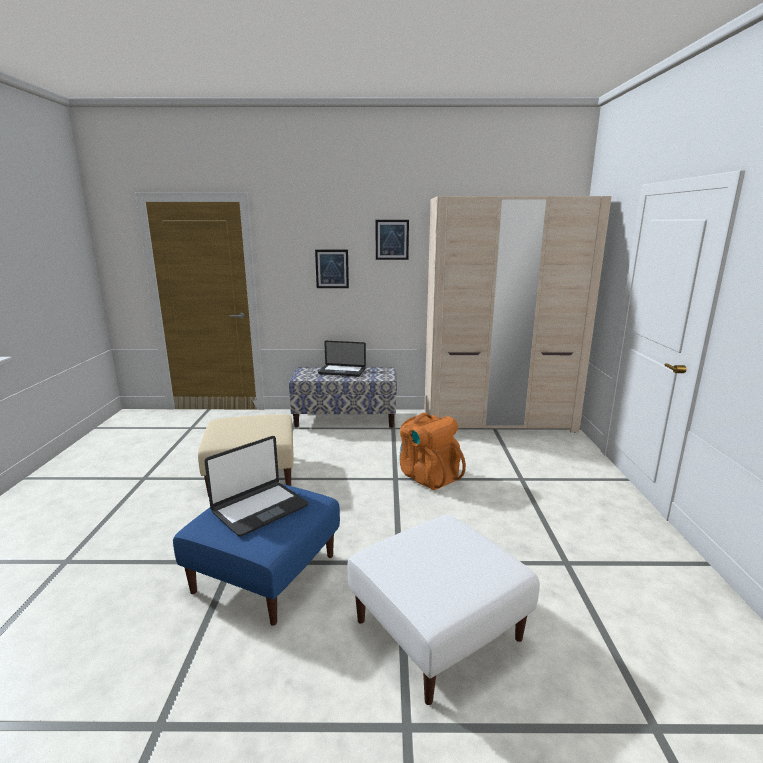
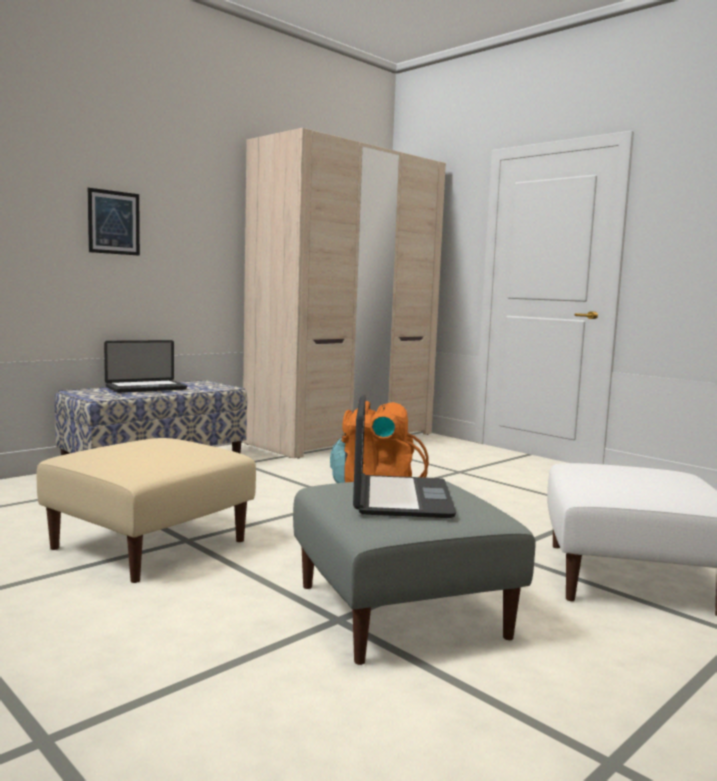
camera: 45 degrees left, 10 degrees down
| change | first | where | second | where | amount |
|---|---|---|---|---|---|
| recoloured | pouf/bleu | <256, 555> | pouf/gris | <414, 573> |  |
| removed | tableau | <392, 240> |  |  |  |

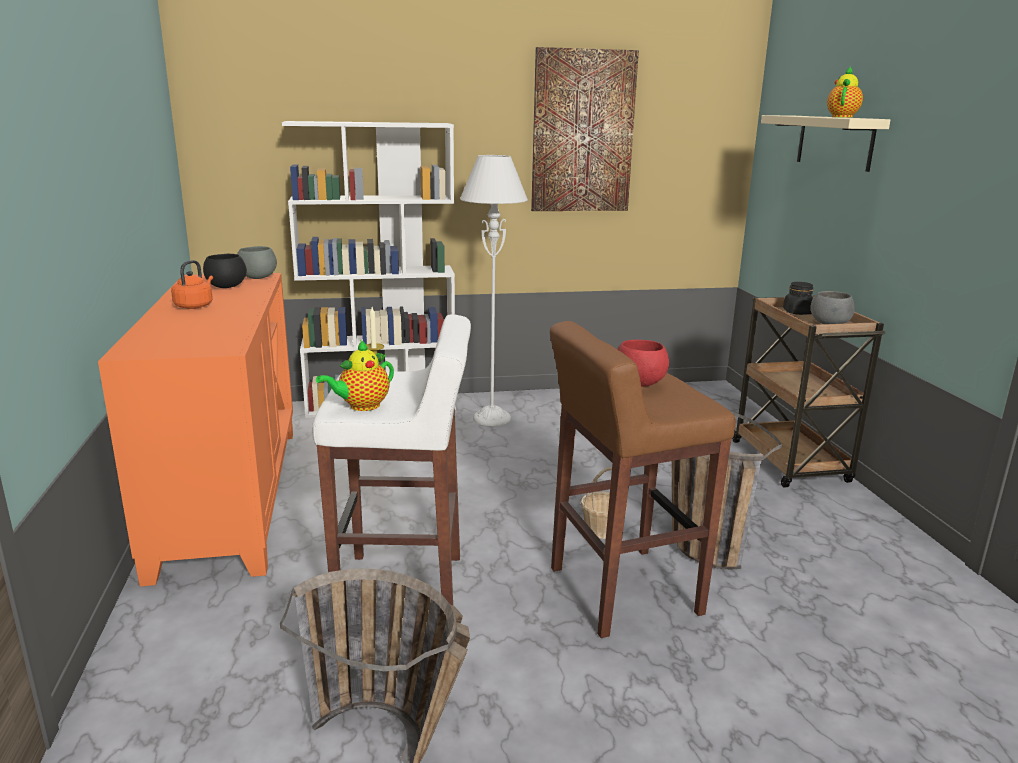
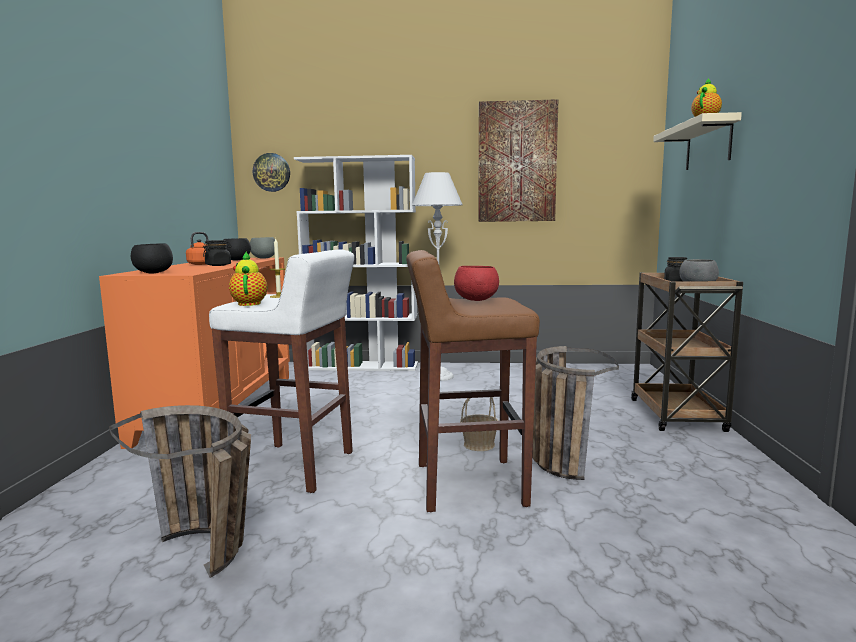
camera: 15 degrees right, 10 degrees down
| change | first | where | second | where | amount |
|---|---|---|---|---|---|
| added |  |  | bol/noir | <152, 258> |  |
| added |  |  | bocal/noir | <217, 253> |  |
| turned | théière | <355, 375> |  | <248, 278> | 105 degrees clockwise |
| added |  |  | horloge murale | <271, 172> |  |

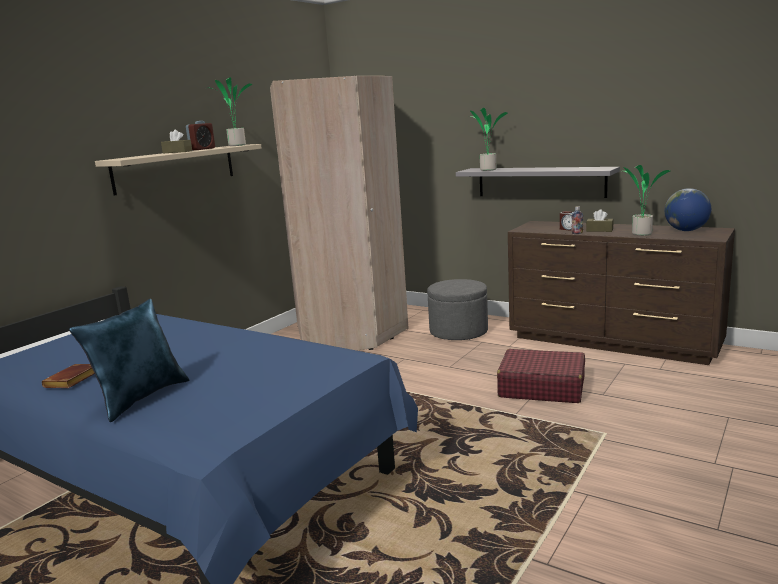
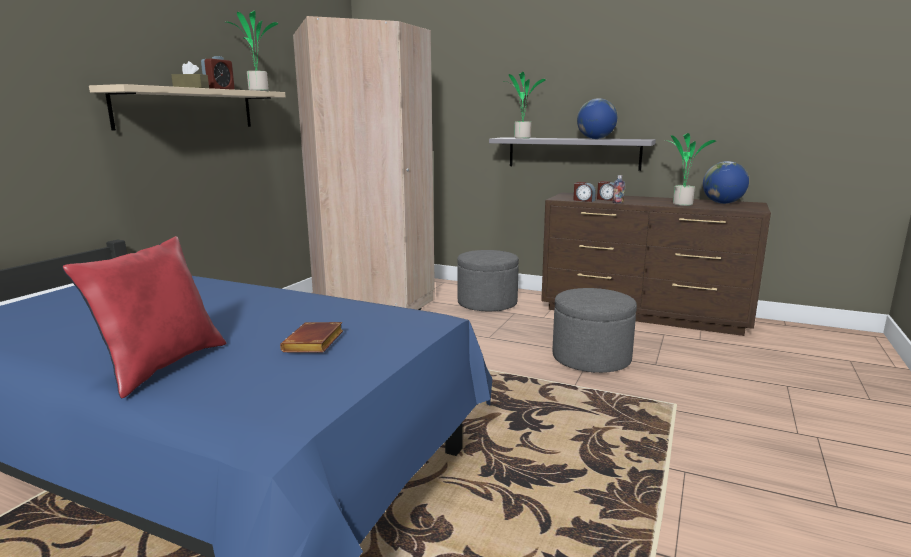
camera: 10 degrees left, 0 degrees up
| change | first | where | second | where | amount |
|---|---|---|---|---|---|
| recoloured | coussin/bleu | <129, 360> | coussin/rouge | <144, 317> |  |
| moved | livre/marron | <68, 376> |  | <311, 337> |  |
| replaced | valise/rouge | <541, 376> | pouf/gris | <595, 330> |  |
| added |  |  | réveil | <584, 192> |  |
| added |  |  | globe | <597, 118> |  |
| removed | boîte à mouchoirs/marron | <600, 220> |  |  |  |

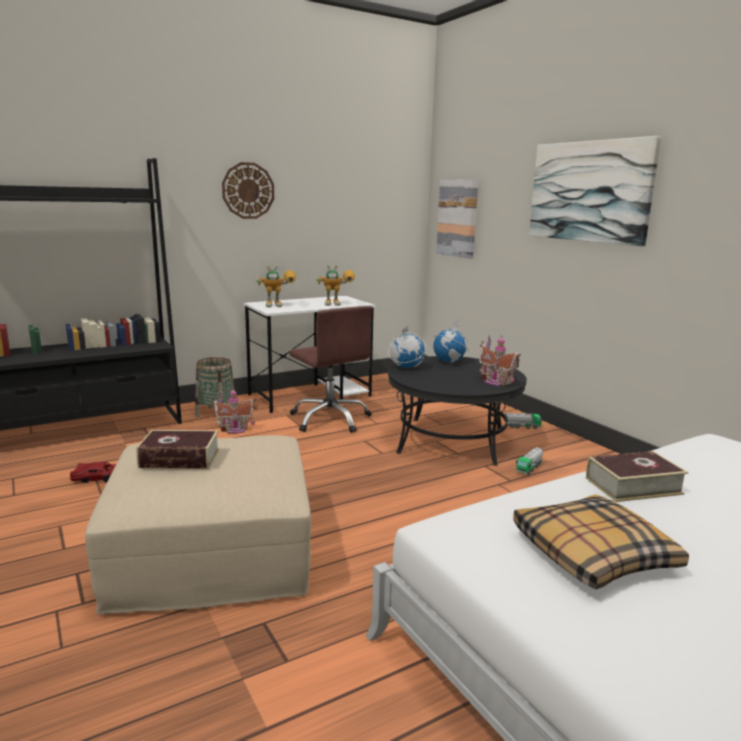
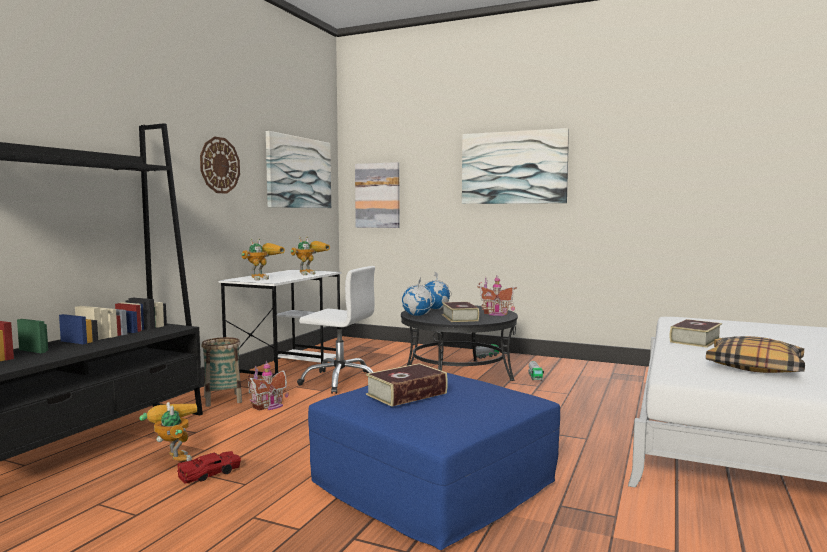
camera: 35 degrees left, 10 degrees down
| change | first | where | second | where | amount |
|---|---|---|---|---|---|
| added |  |  | robot jouet | <168, 431> |  |
| added |  |  | tableau | <298, 169> |  |
| recoloured | chaise de bureau/marron | <331, 369> | chaise de bureau/blanc | <336, 330> |  |
| recoloured | pouf/beige | <198, 524> | pouf/bleu | <434, 461> |  |
| added |  |  | livre | <460, 312> |  |

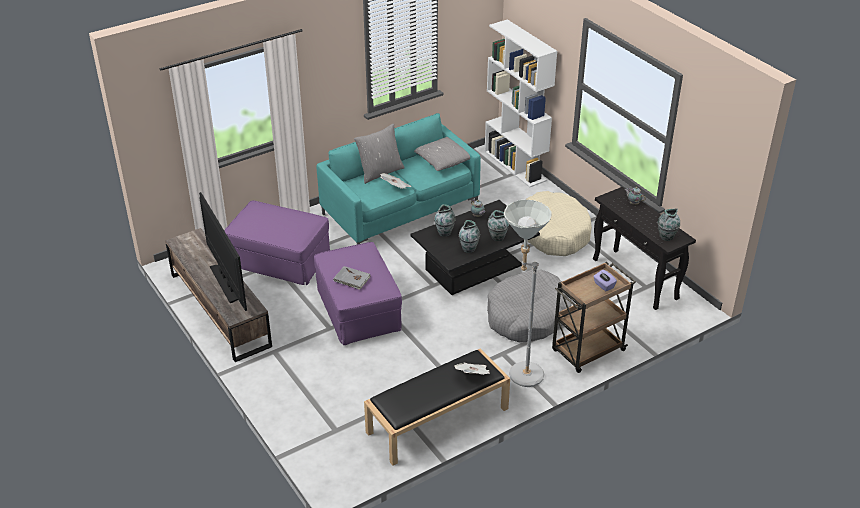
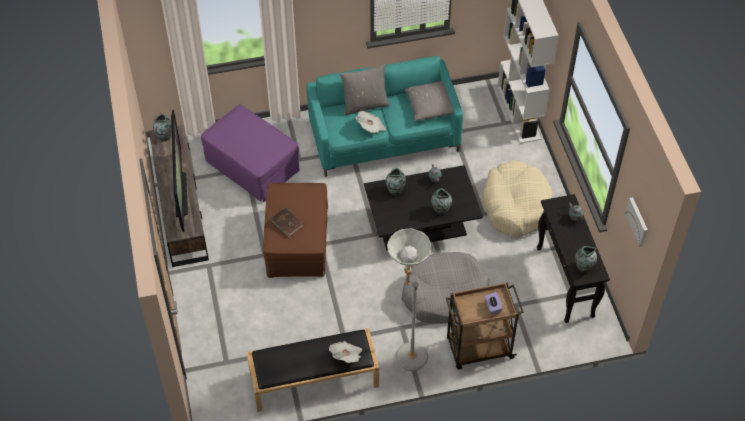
camera: 20 degrees right, 15 degrees up
| change | first | where | second | where | amount |
|---|---|---|---|---|---|
| moved | vase | <469, 236> |  | <162, 127> |  |
| recoloured | pouf/violet | <358, 293> | pouf/marron | <295, 230> |  |
| recoloured | livre/gris | <351, 278> | livre/marron | <287, 222> |  |
| added |  |  | tableau | <636, 222> |  |

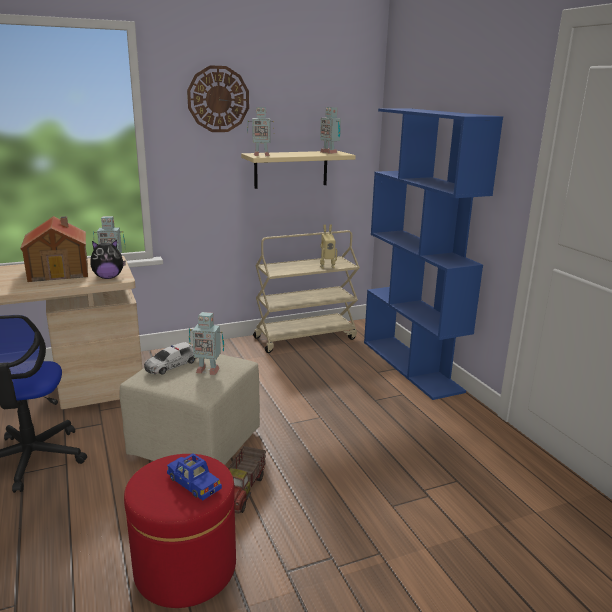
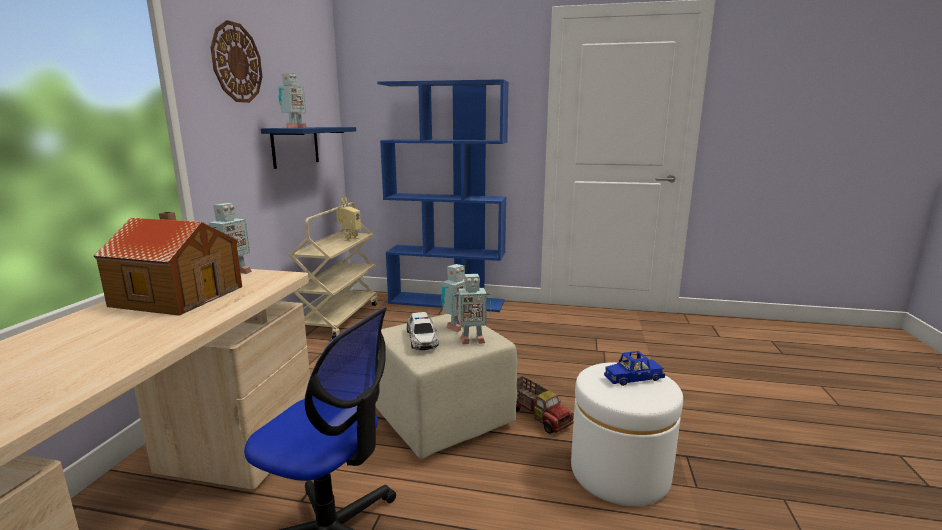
camera: 55 degrees left, 5 degrees down
| change | first | where | second | where | amount |
|---|---|---|---|---|---|
| recoloured | étagère/beige | <298, 170> | étagère/bleu | <308, 148> |  |
| moved | robot jouet | <330, 130> |  | <471, 309> |  |
| recoloured | pouf/rouge | <180, 531> | pouf/blanc | <627, 434> |  |
| removed | peluche | <108, 259> |  |  |  |

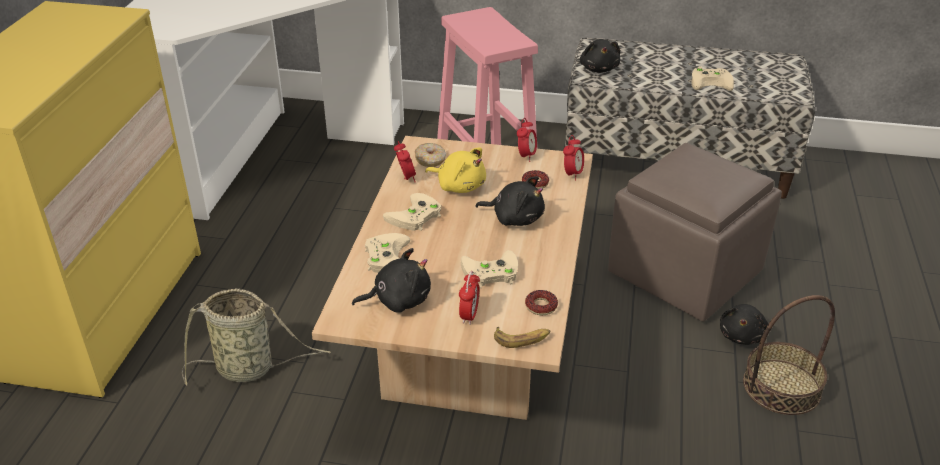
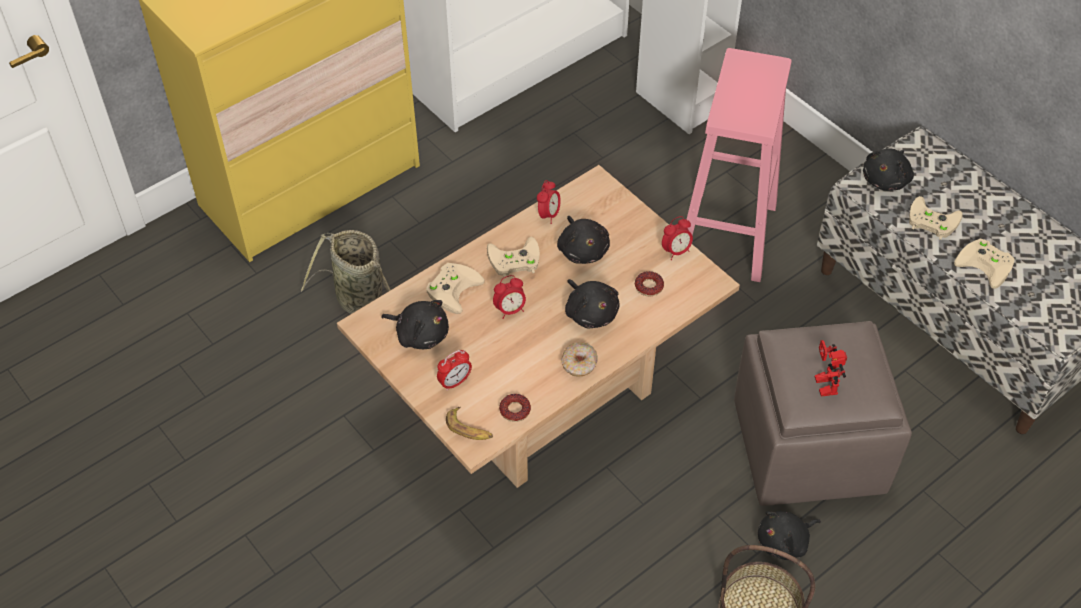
camera: 40 degrees right, 15 degrees up
| change | first | where | second | where | amount |
|---|---|---|---|---|---|
| moved | réveil | <573, 158> |  | <509, 297> |  |
| recoloured | peluche/jaune | <455, 170> | peluche/noir | <583, 240> |  |
| moved | beignet | <430, 155> |  | <579, 359> |  |
| added |  |  | robot jouet | <831, 368> |  |
| moved | manette/beige | <489, 269> |  | <936, 218> |  |

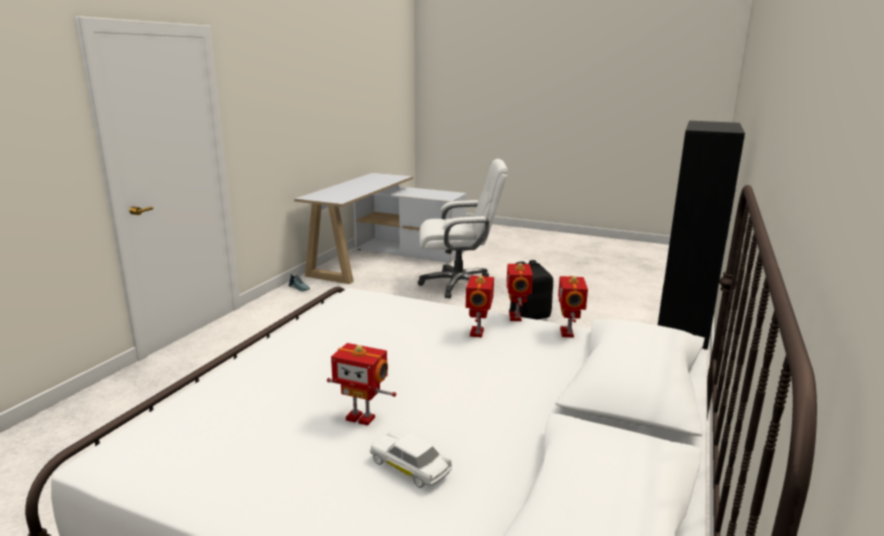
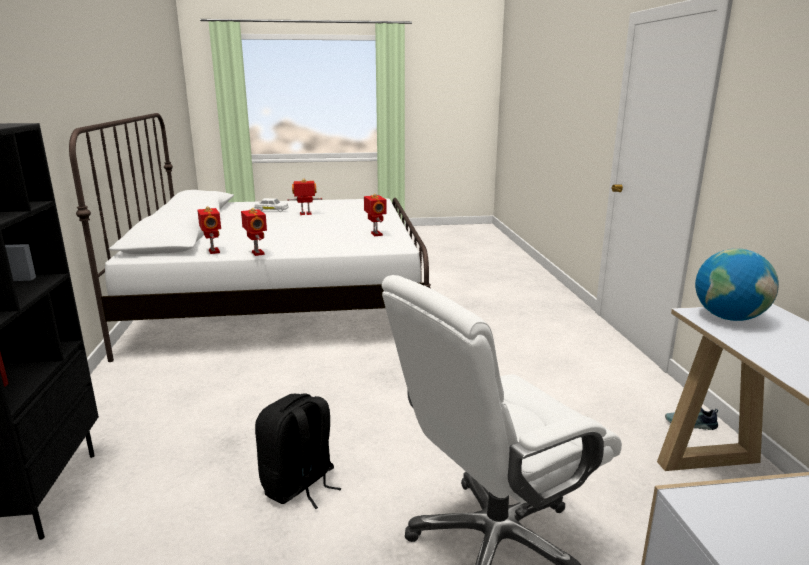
camera: 150 degrees right, 0 degrees up
| change | first | where | second | where | amount |
|---|---|---|---|---|---|
| moved | robot jouet | <479, 306> |  | <375, 214> |  |
| added |  |  | globe | <737, 285> |  |

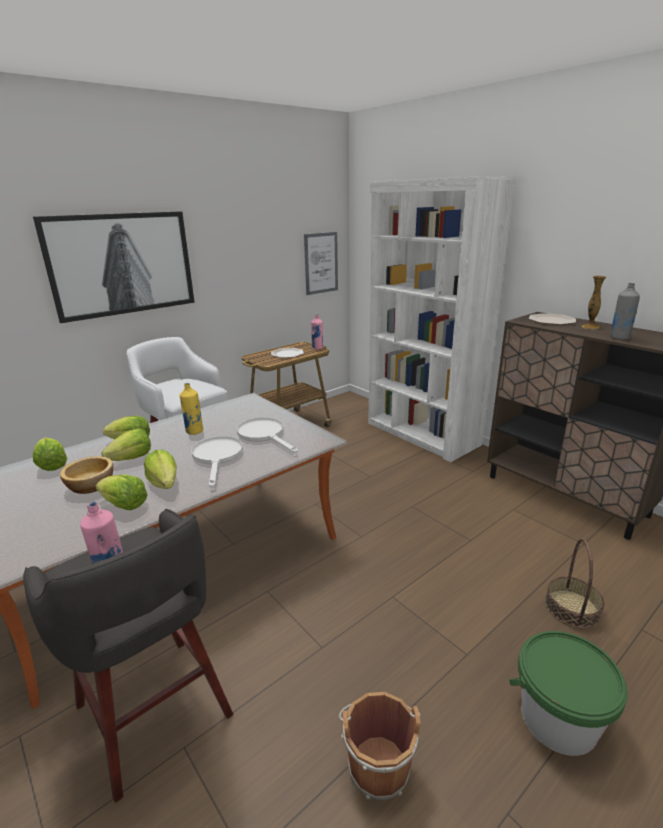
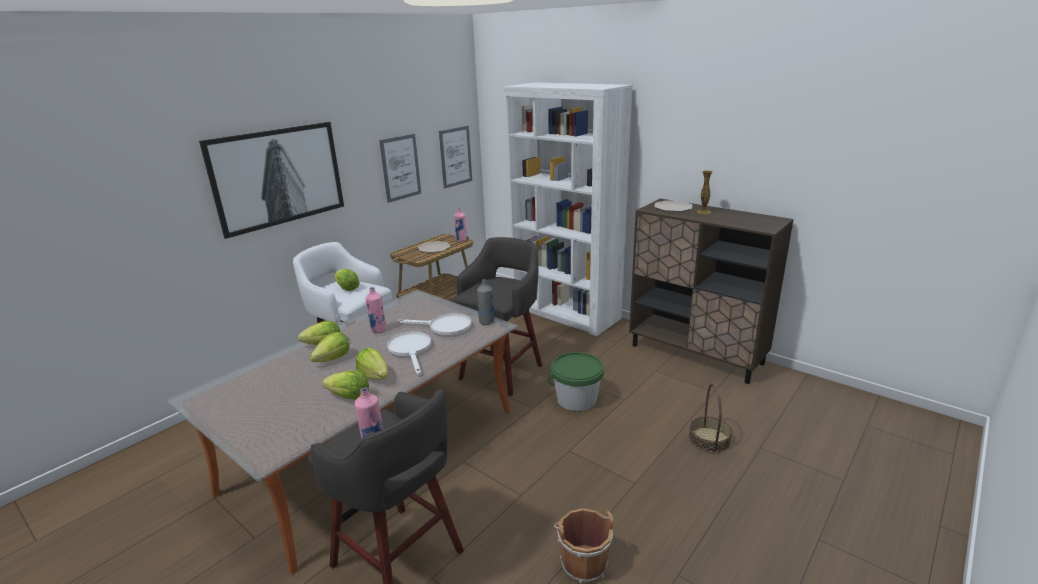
camera: 10 degrees left, 0 degrees up
| change | first | where | second | where | amount |
|---|---|---|---|---|---|
| moved | laitue | <50, 454> |  | <347, 280> |  |
| recoloured | bouteille/jaune | <192, 409> | bouteille/rose | <376, 310> |  |
| added |  |  | tableau | <400, 168> |  |
| turned | poêle/blanc | <267, 435> |  | <434, 324> | 150 degrees clockwise |
| added |  |  | tabouret/gris | <497, 316> |  |
| moved | bouteille/gris | <625, 311> |  | <485, 302> |  |
| moved | seau/vert | <568, 693> |  | <576, 381> |  |
| removed | bol | <86, 475> |  |  |  |

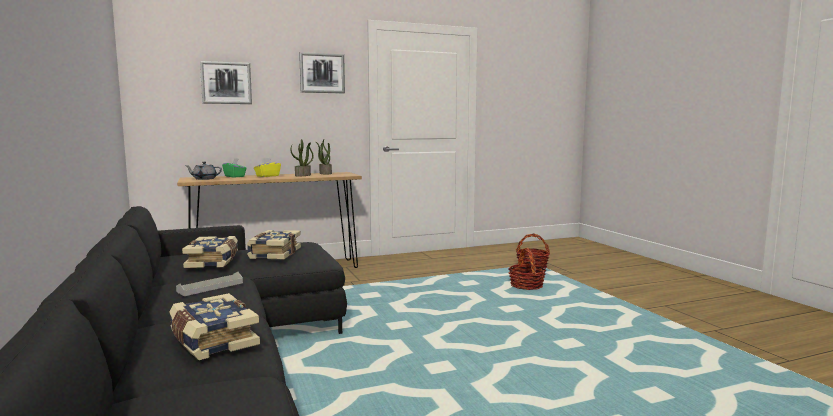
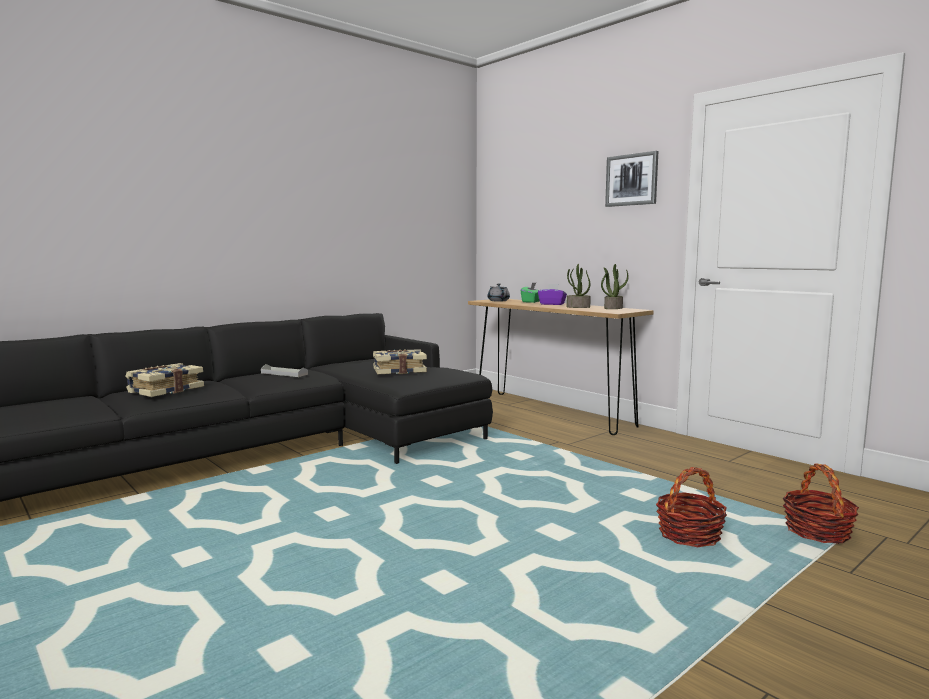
camera: 70 degrees right, 0 degrees up
| change | first | where | second | where | amount |
|---|---|---|---|---|---|
| recoloured | boîte à mouchoirs/jaune | <267, 167> | boîte à mouchoirs/violet | <552, 294> |  |
| removed | livre | <210, 252> |  |  |  |
| removed | tableau | <226, 82> |  |  |  |

